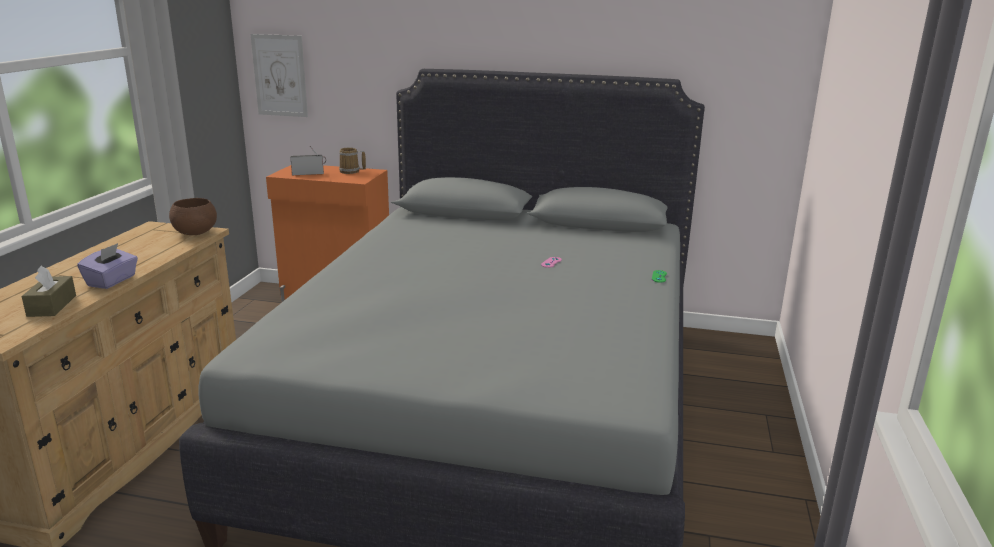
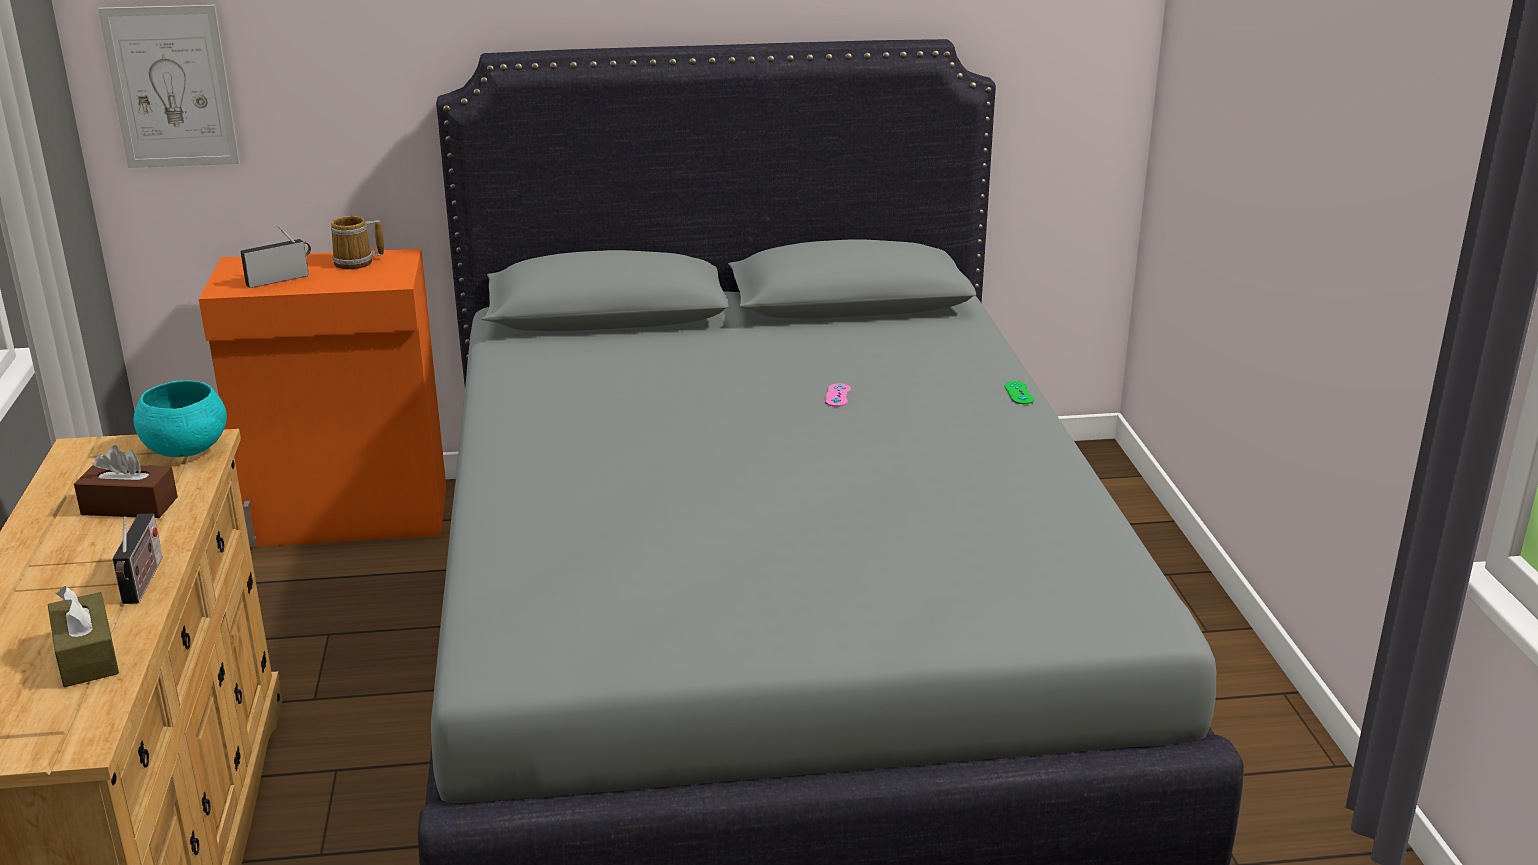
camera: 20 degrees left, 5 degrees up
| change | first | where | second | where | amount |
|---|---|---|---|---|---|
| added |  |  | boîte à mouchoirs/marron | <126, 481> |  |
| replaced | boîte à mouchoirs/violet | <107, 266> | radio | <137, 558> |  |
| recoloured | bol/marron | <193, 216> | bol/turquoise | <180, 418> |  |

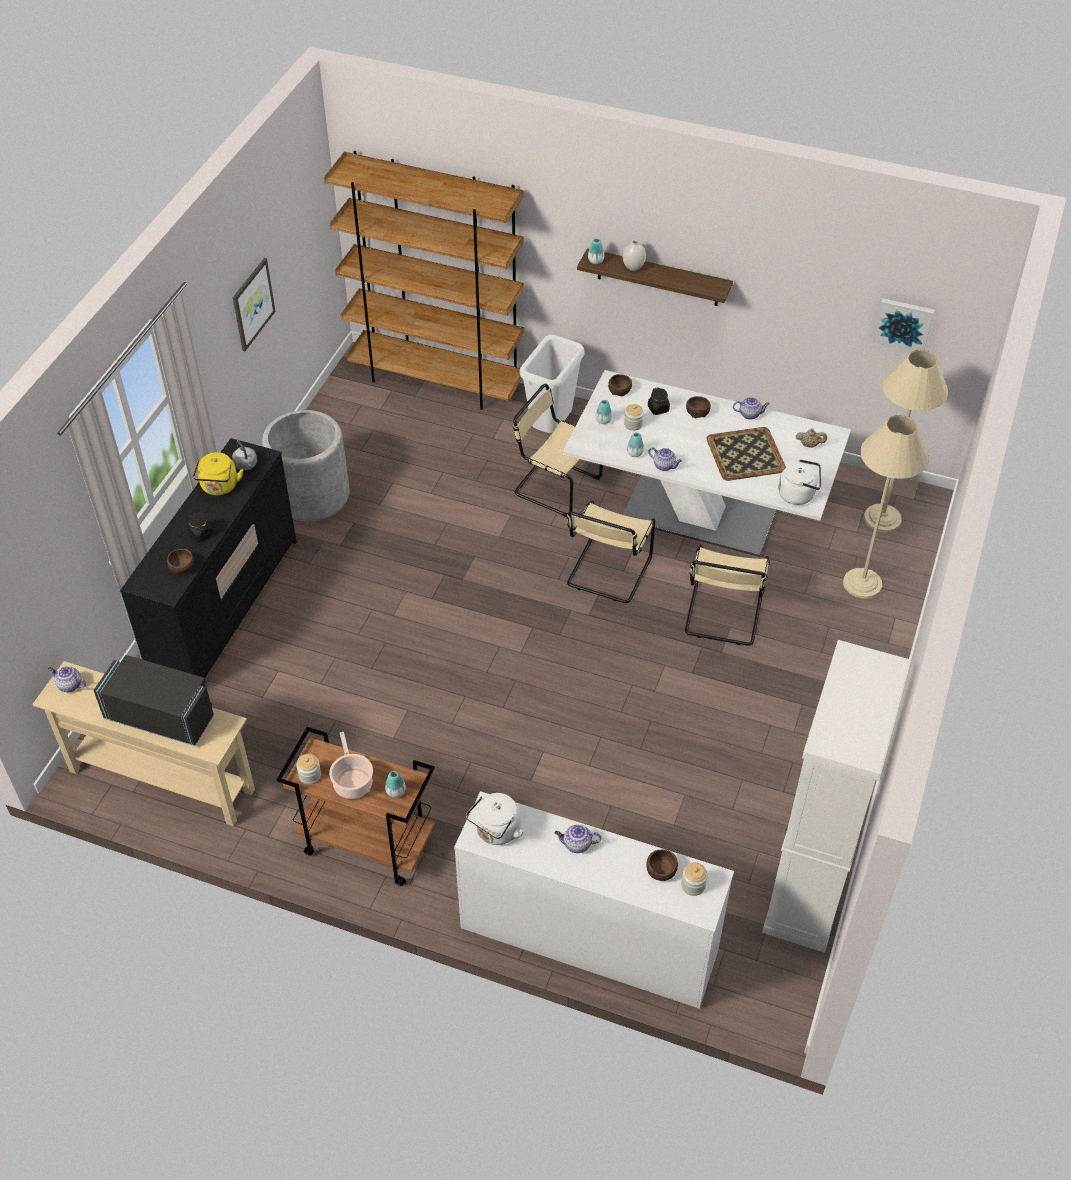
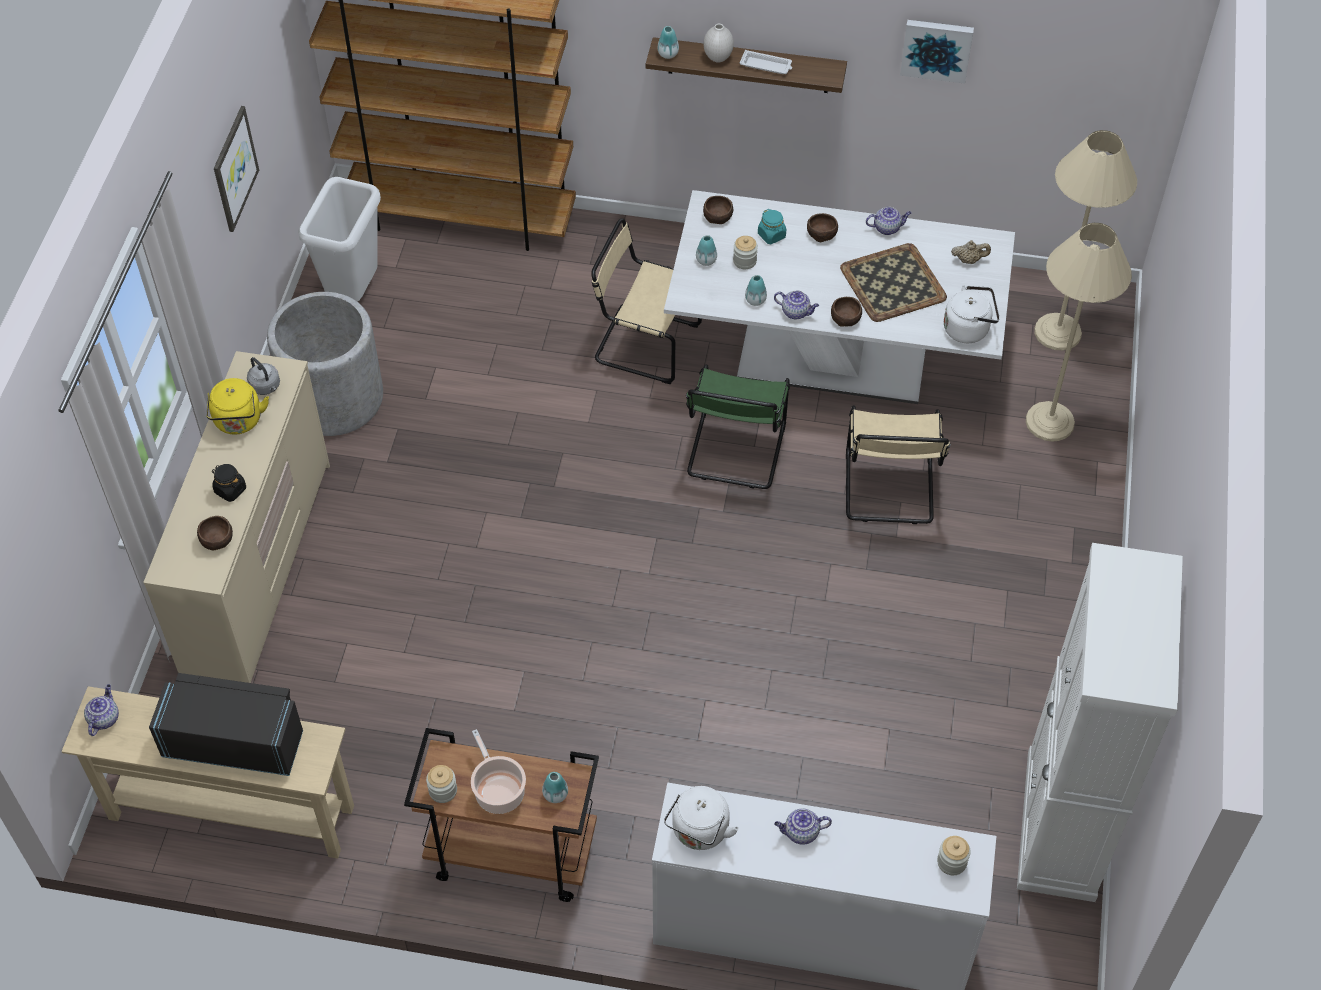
camera: 10 degrees left, 5 degrees up
| change | first | where | second | where | amount |
|---|---|---|---|---|---|
| turned | théière | <67, 679> |  | <101, 710> | 90 degrees clockwise |
| recoloured | commode/noir | <208, 558> | commode/beige | <236, 517> |  |
| moved | poubelle/blanc | <552, 384> |  | <339, 239> |  |
| recoloured | chaise/beige | <610, 552> | chaise/vert | <738, 426> |  |
| added |  |  | plateau/blanc | <766, 62> |  |
| recoloured | bocal/noir | <659, 401> | bocal/turquoise | <772, 226> |  |
| moved | bol/marron | <662, 865> |  | <846, 312> |  |
| moved | tableau | <904, 325> |  | <937, 52> |  |

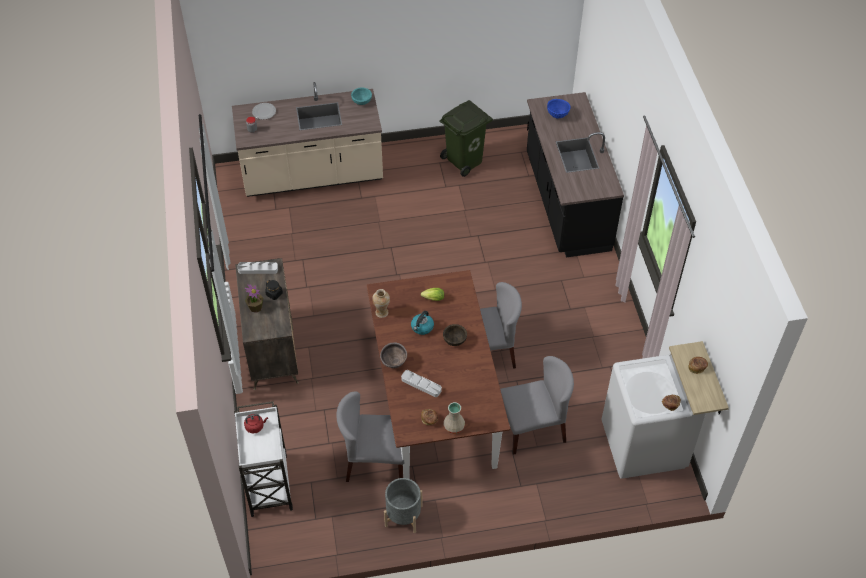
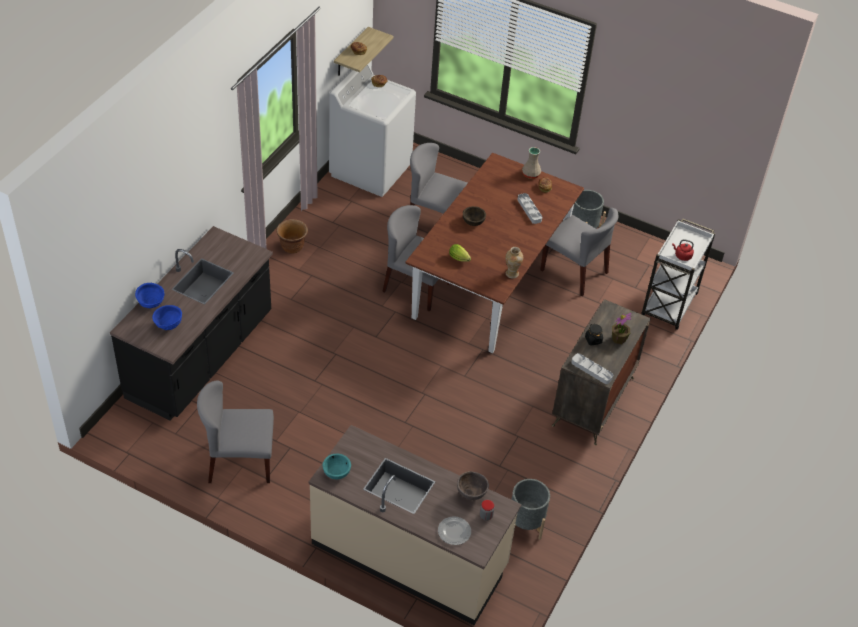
camera: 145 degrees left, 5 degrees down
| change | first | where | second | where | amount |
|---|---|---|---|---|---|
| added |  |  | bol/bleu | <150, 295> |  |
| replaced | poubelle/vert | <466, 138> | chaise/gris | <235, 432> |  |
| added |  |  | cache-pot/marron | <292, 236> |  |
| moved | bol/marron | <393, 355> |  | <473, 485> |  |
| added |  |  | cache-pot/gris | <530, 509> |  |
| removed | bouilloire | <422, 323> |  |  |  |

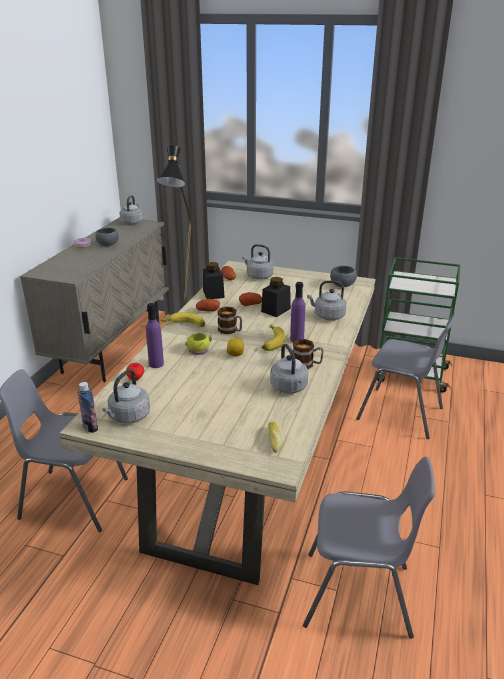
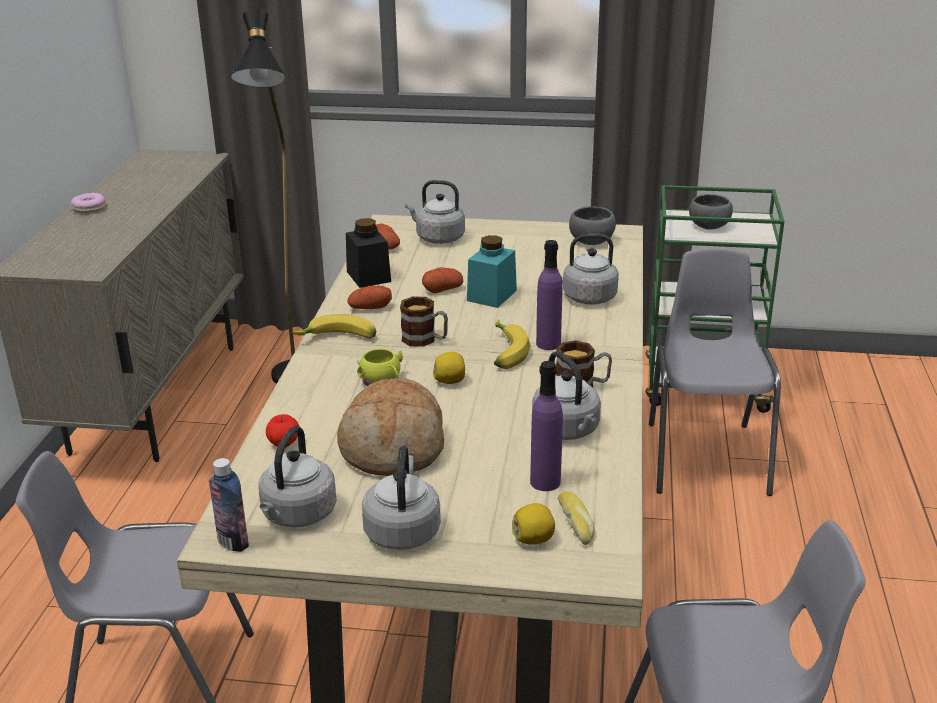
camera: 10 degrees left, 0 degrees up
| change | first | where | second | where | amount |
|---|---|---|---|---|---|
| added |  |  | pain | <390, 427> |  |
| moved | bouilloire/gris | <131, 210> |  | <401, 498> |  |
| recoloured | bocal/noir | <276, 297> | bocal/turquoise | <492, 271> |  |
| added |  |  | citron | <533, 524> |  |
| moved | bouteille/violet | <155, 335> |  | <546, 426> |  |
| turned | chaise/gris | <407, 375> |  | <715, 372> | 105 degrees counterclockwise |
| moved | bol/gris | <107, 237> |  | <711, 212> |  |

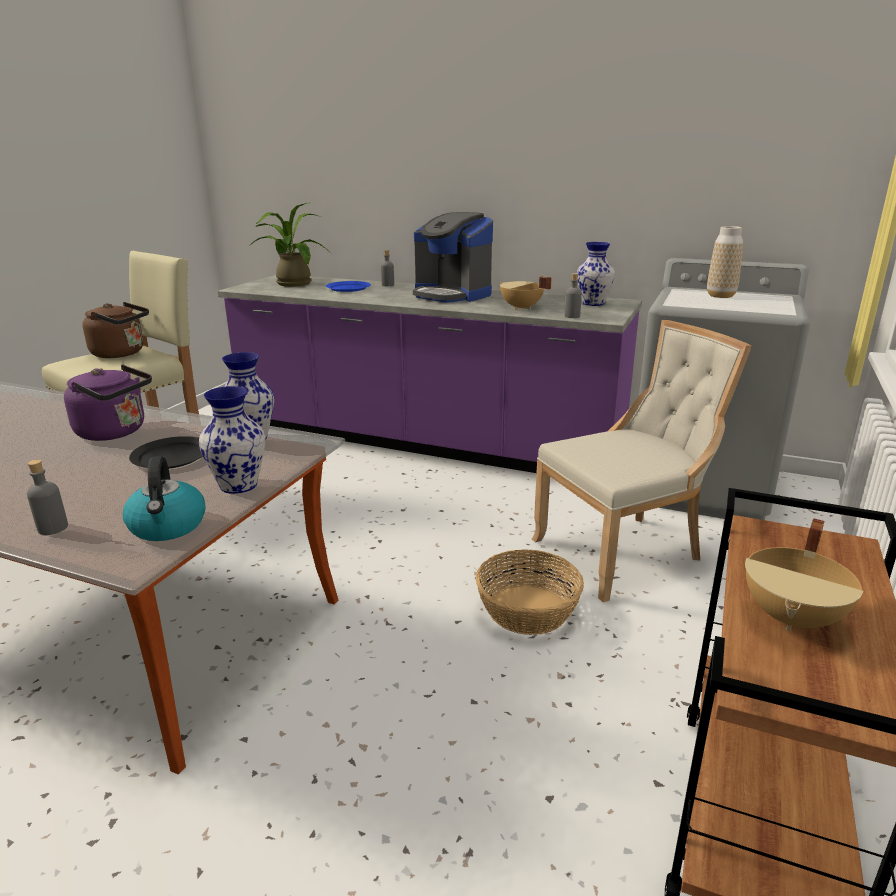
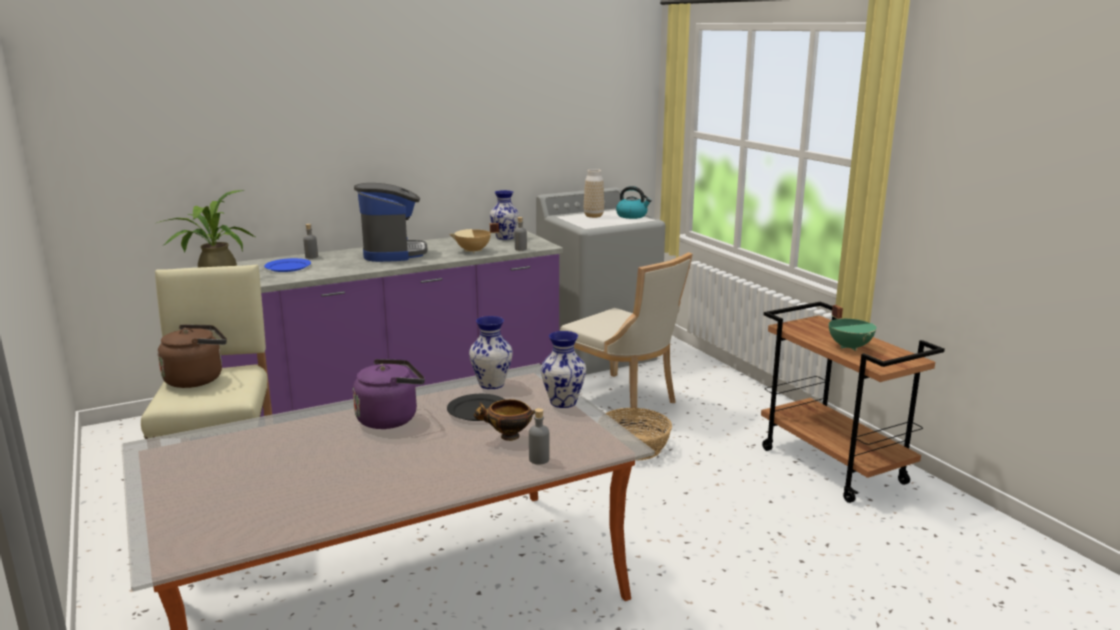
camera: 50 degrees left, 5 degrees down
| change | first | where | second | where | amount |
|---|---|---|---|---|---|
| turned | machine à café | <453, 257> |  | <390, 222> | 90 degrees counterclockwise |
| added |  |  | bol | <504, 420> |  |
| turned | chaise/beige | <642, 461> |  | <626, 330> | 120 degrees clockwise |
| moved | bouilloire | <164, 498> |  | <634, 202> |  |
| recoloured | marmite/beige | <804, 575> | marmite/vert | <853, 328> |  |

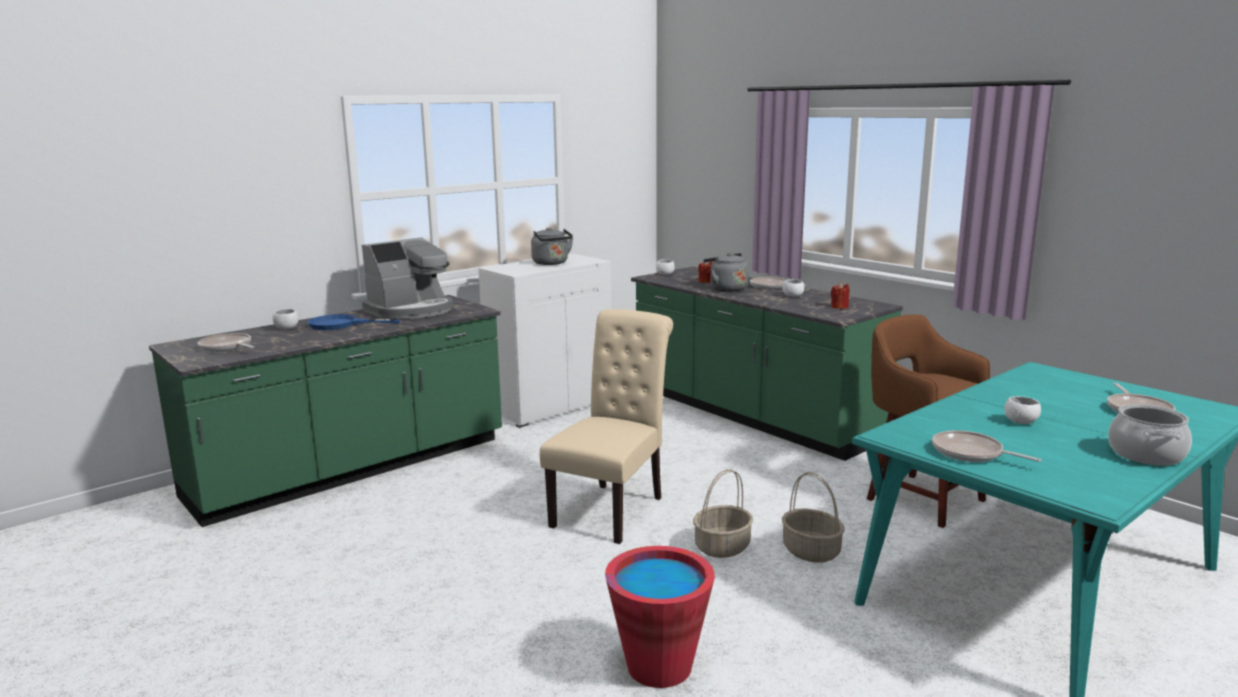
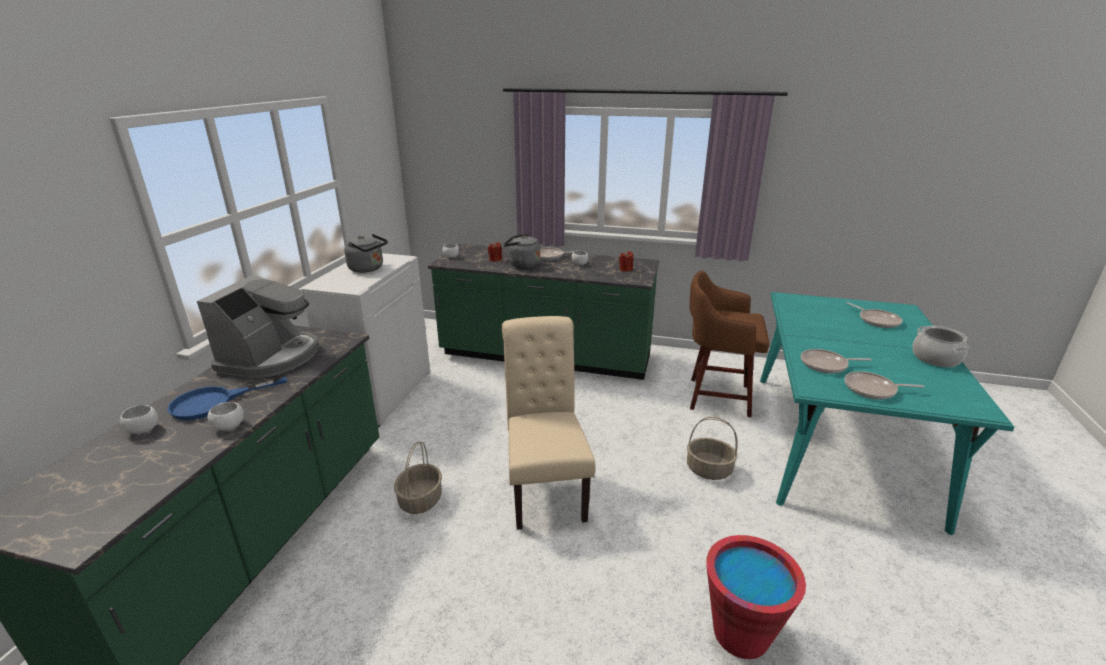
camera: 35 degrees left, 10 degrees up
| change | first | where | second | where | amount |
|---|---|---|---|---|---|
| moved | bol/blanc | <1022, 410> |  | <225, 416> |  |
| moved | panier | <723, 513> |  | <418, 477> |  |
| moved | poêle | <226, 342> |  | <836, 361> |  |

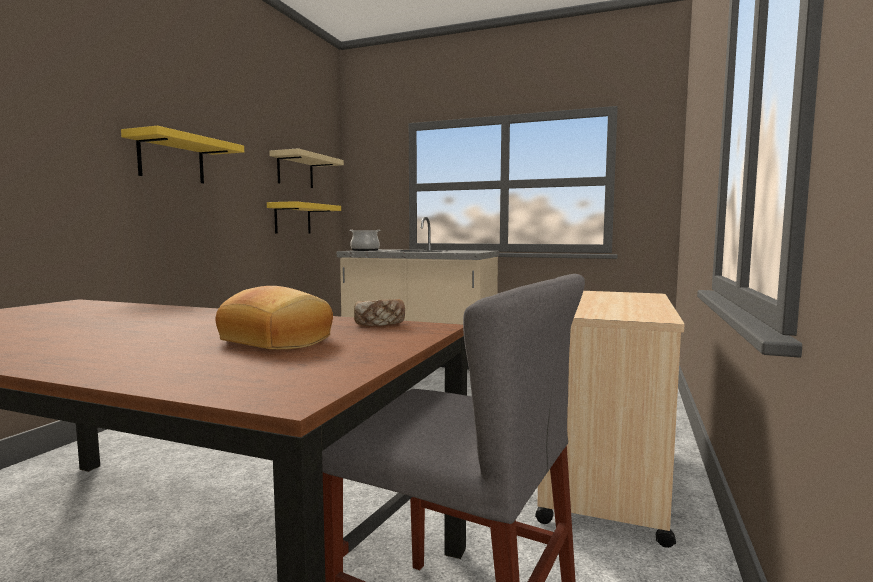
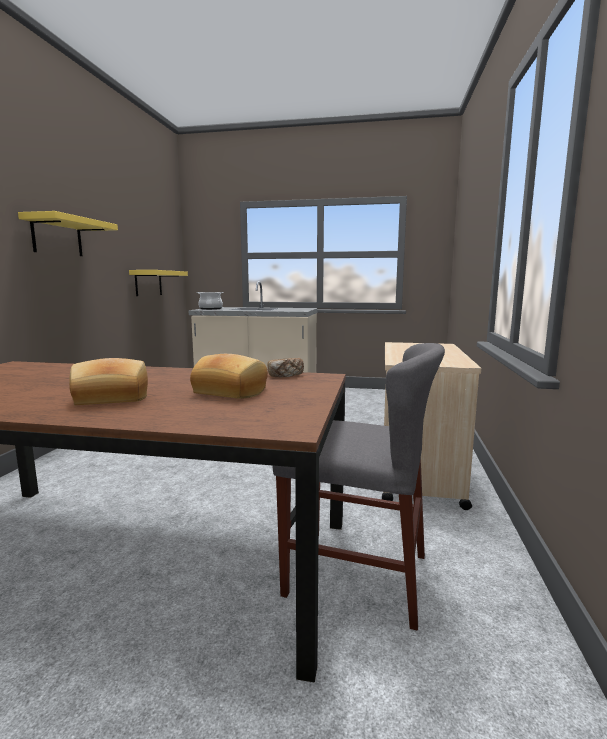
camera: 10 degrees left, 5 degrees up
| change | first | where | second | where | amount |
|---|---|---|---|---|---|
| added |  |  | pain | <108, 381> |  |
| removed | étagère/beige | <306, 168> |  |  |  |

